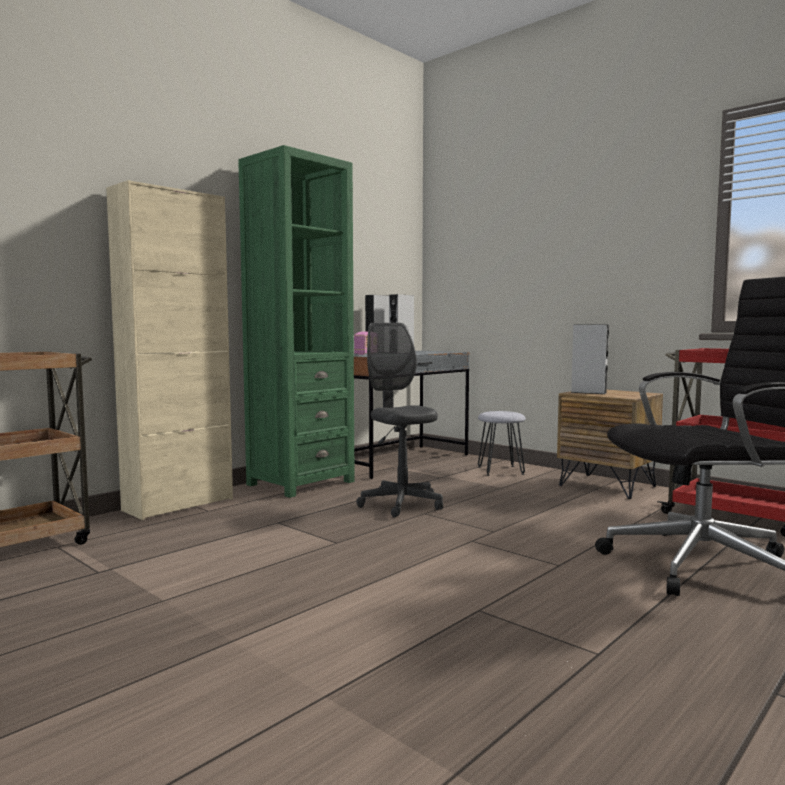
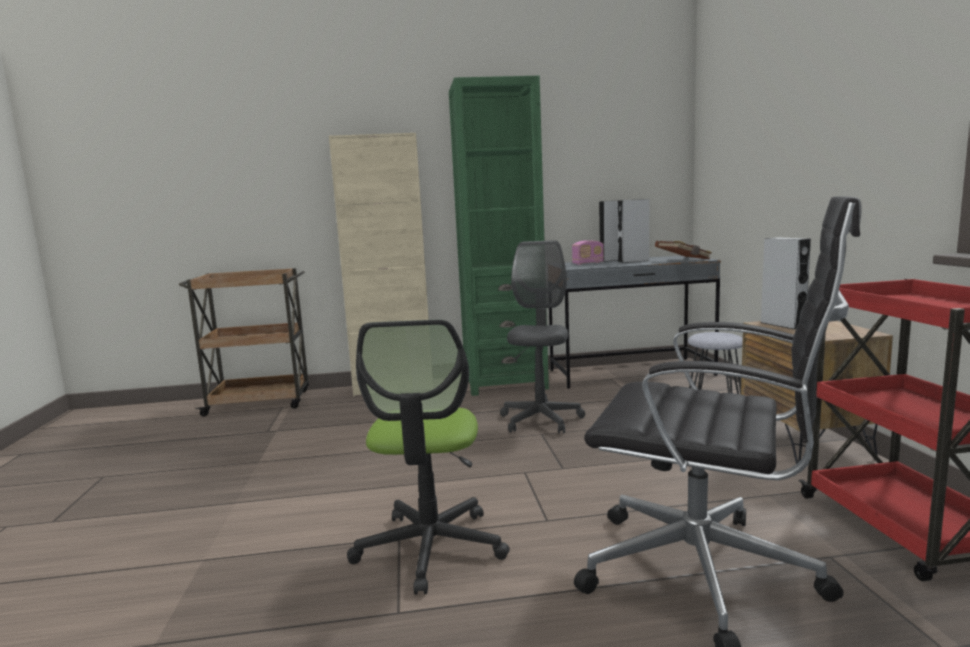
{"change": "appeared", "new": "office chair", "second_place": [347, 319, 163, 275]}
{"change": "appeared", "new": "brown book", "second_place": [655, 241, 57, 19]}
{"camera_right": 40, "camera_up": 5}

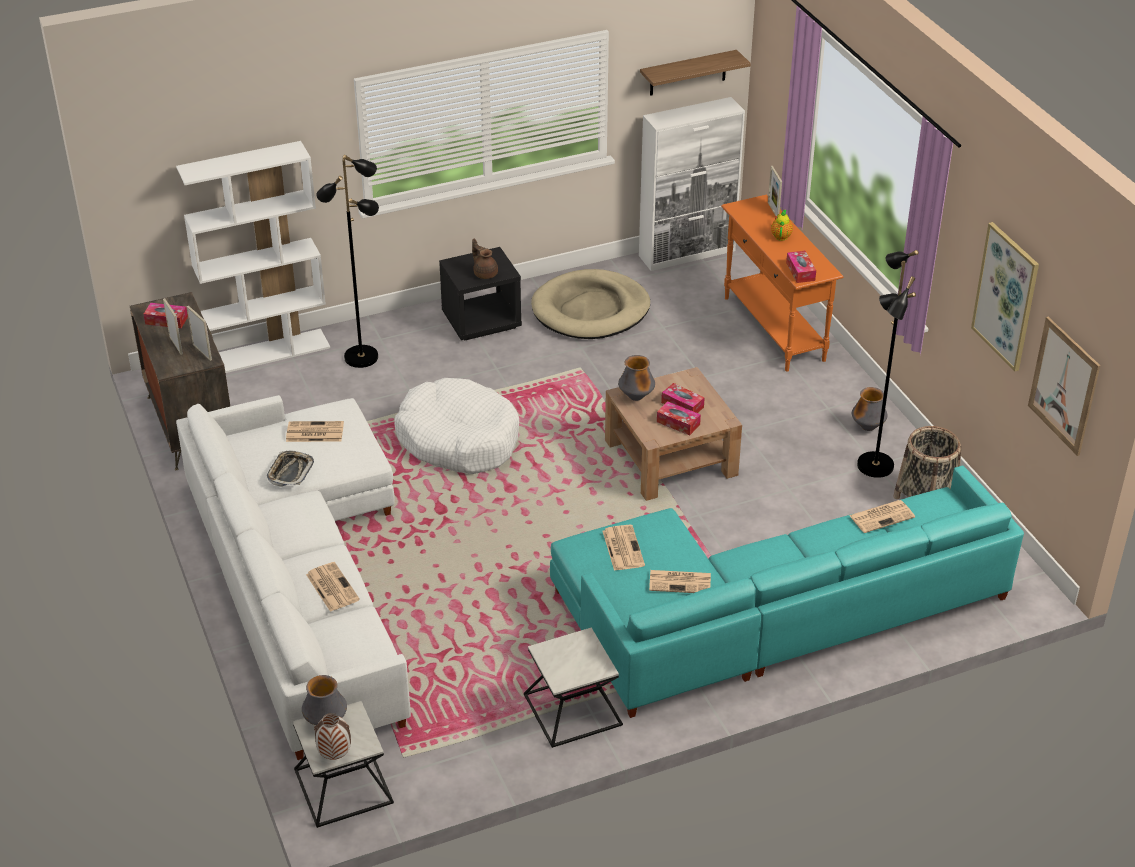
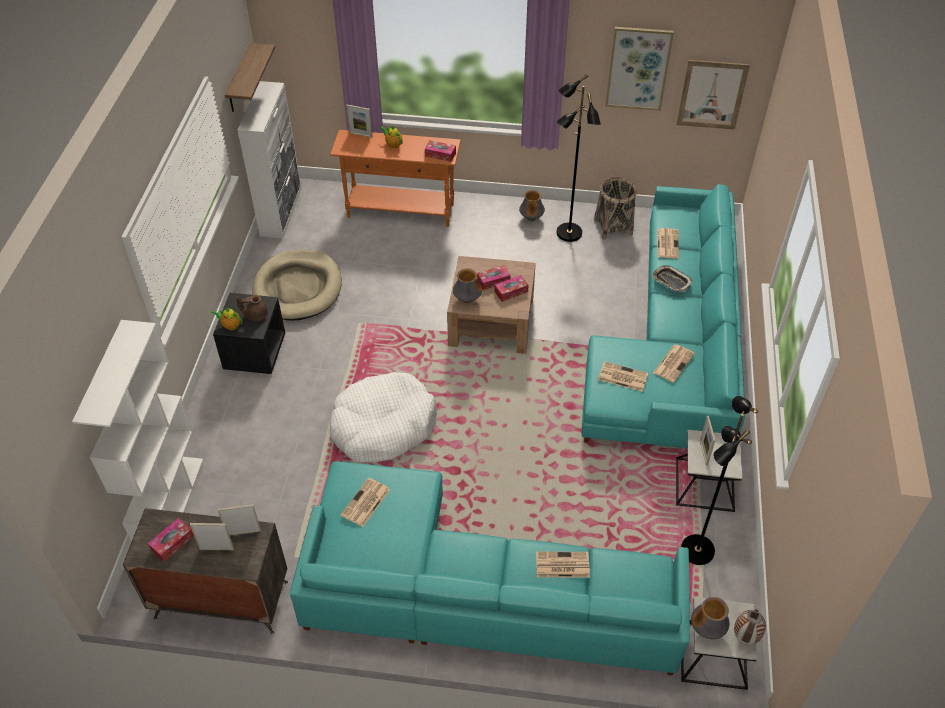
{"change": "colour", "old": "white sofa", "new": "turquoise sofa", "first_place": [176, 395, 235, 365], "second_place": [290, 461, 400, 214]}
{"change": "relocated", "old": "tray", "first_place": [267, 450, 47, 37], "second_place": [652, 265, 40, 27]}
{"change": "relocated", "old": "black floor lamp", "first_place": [316, 155, 63, 213], "second_place": [681, 396, 77, 169]}
{"change": "appeared", "new": "teapot", "second_place": [211, 308, 32, 22]}
{"change": "appeared", "new": "picture frame", "second_place": [700, 416, 16, 49]}
{"camera_right": -60, "camera_up": 10}

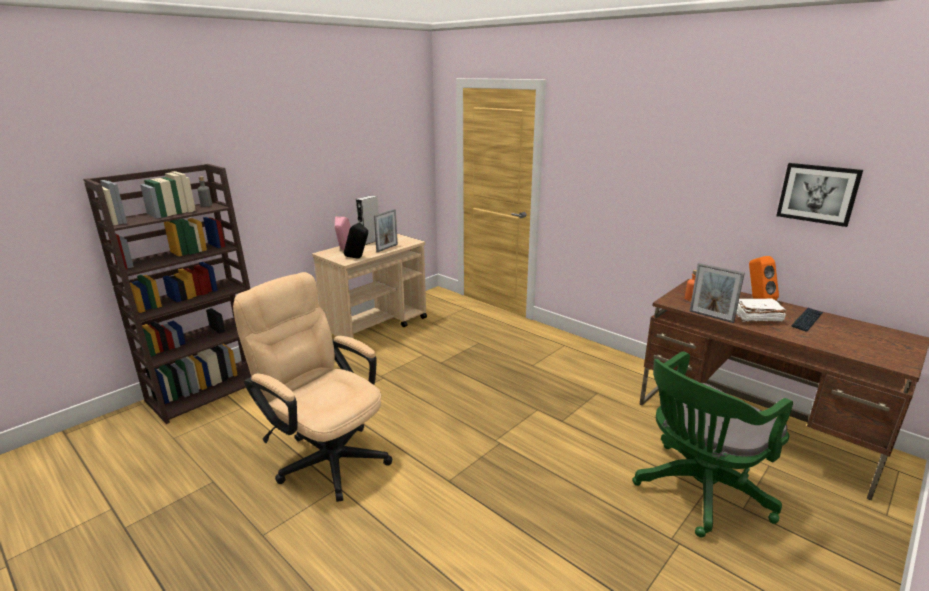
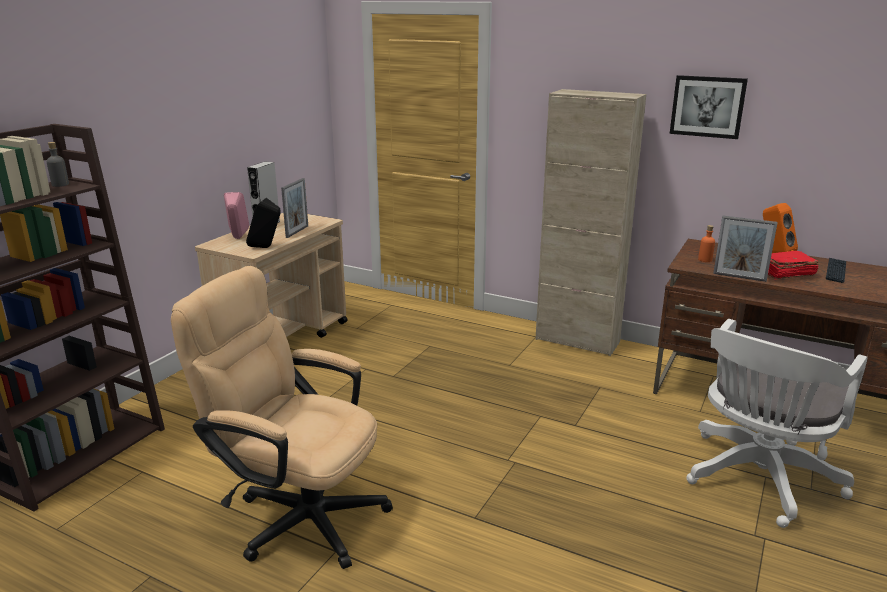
{"change": "colour", "old": "green office chair", "new": "white office chair", "first_place": [632, 351, 161, 186], "second_place": [686, 319, 182, 209]}
{"change": "colour", "old": "white book", "new": "red book", "first_place": [736, 299, 50, 23], "second_place": [768, 251, 51, 28]}
{"change": "relocated", "old": "picture", "first_place": [776, 163, 87, 64], "second_place": [670, 75, 78, 64]}
{"change": "appeared", "new": "beige cabinet", "second_place": [535, 89, 111, 267]}
{"camera_right": -15, "camera_up": 0}

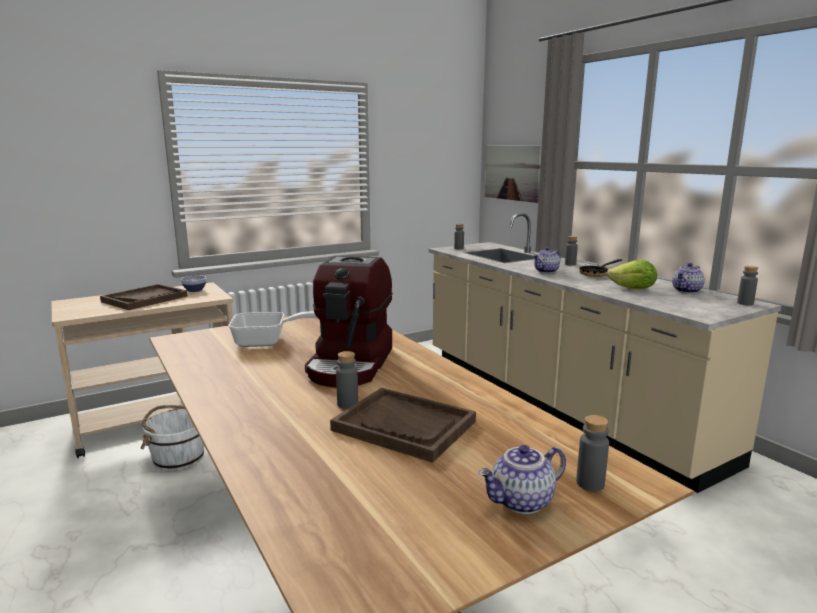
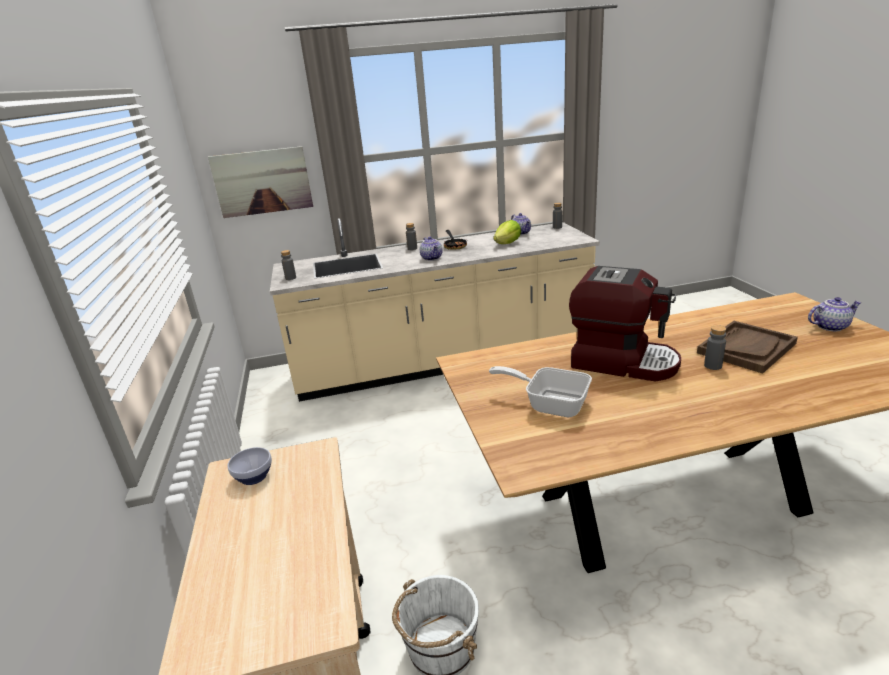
{"change": "missing", "old": "brown tray", "first_place": [100, 284, 88, 26]}
{"change": "spun", "old": "frying pan", "first_place": [228, 311, 90, 36], "second_place": [489, 366, 103, 51], "degrees": -75}
{"change": "spun", "old": "teapot", "first_place": [478, 445, 88, 69], "second_place": [808, 297, 54, 34], "degrees": -90}
{"change": "missing", "old": "grey bottle", "first_place": [576, 415, 33, 76]}
{"camera_right": -70, "camera_up": 10}

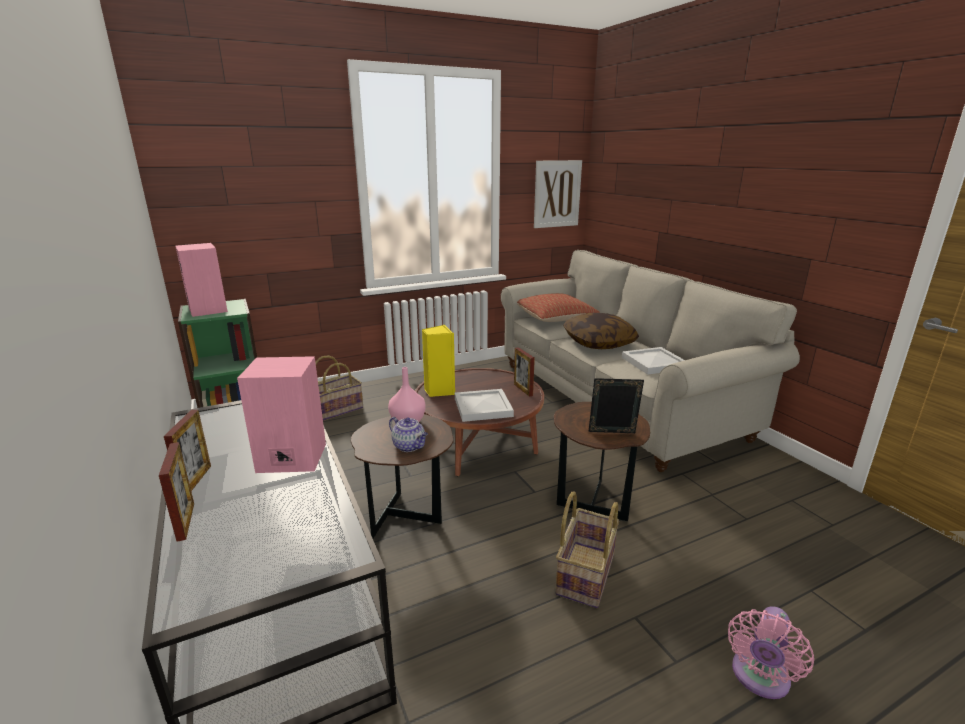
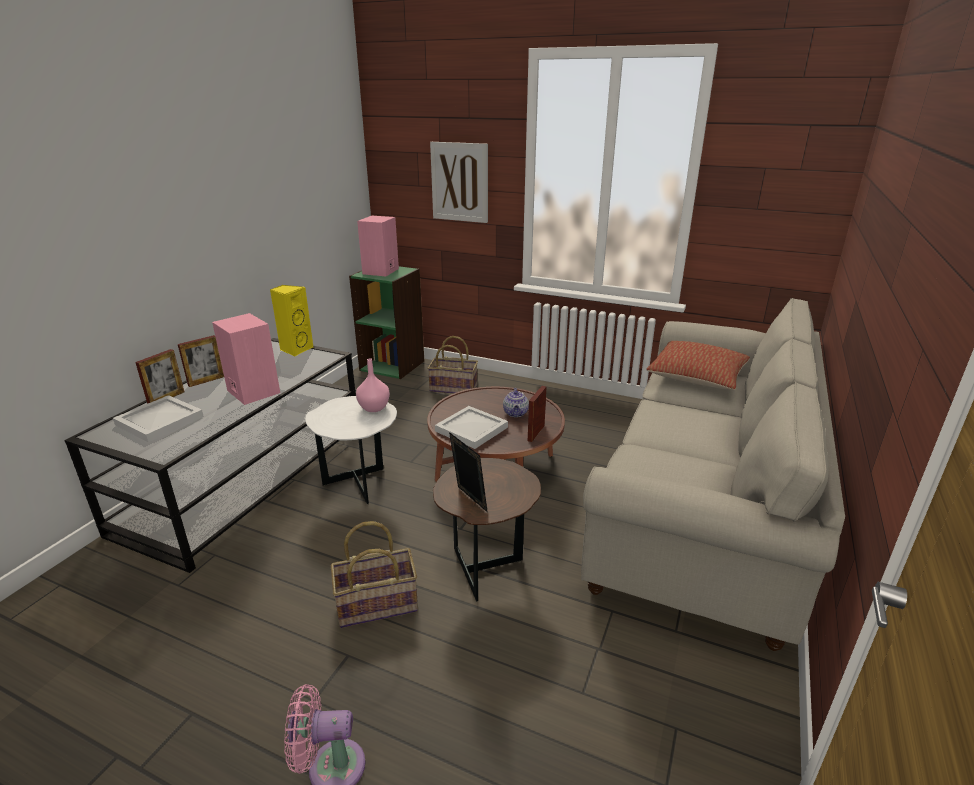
{"change": "colour", "old": "brown side table", "new": "white side table", "first_place": [351, 414, 103, 125], "second_place": [305, 396, 92, 108]}
{"change": "relocated", "old": "teapot", "first_place": [389, 417, 39, 35], "second_place": [503, 388, 26, 29]}
{"change": "relocated", "old": "yellow speaker", "first_place": [422, 325, 33, 72], "second_place": [270, 285, 44, 71]}
{"change": "relocated", "old": "picture", "first_place": [534, 160, 48, 68], "second_place": [430, 142, 58, 81]}
{"change": "missing", "old": "pillow", "first_place": [563, 313, 76, 36]}
{"change": "relocated", "old": "white tray", "first_place": [622, 347, 63, 28], "second_place": [113, 395, 91, 47]}
{"camera_right": 50, "camera_up": 5}

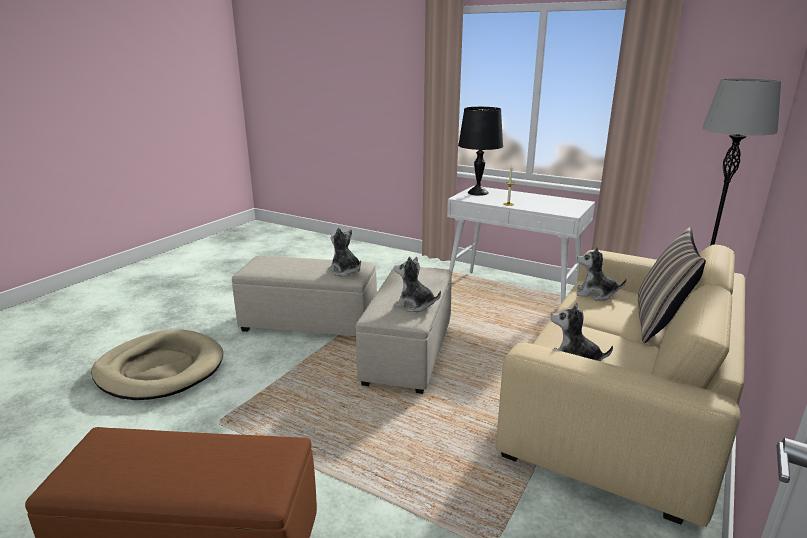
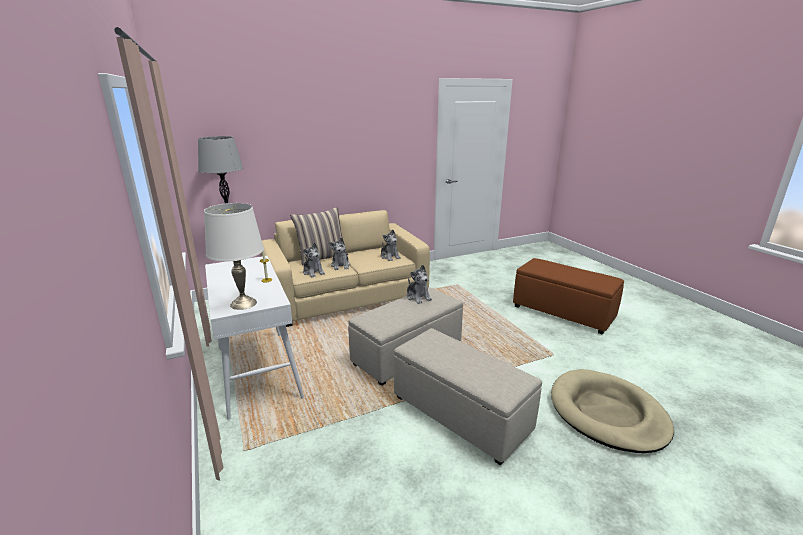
{"change": "relocated", "old": "plush toy", "first_place": [328, 227, 33, 50], "second_place": [329, 238, 22, 32]}
{"change": "colour", "old": "black table lamp", "new": "white table lamp", "first_place": [458, 107, 45, 89], "second_place": [204, 203, 60, 107]}
{"camera_right": -145, "camera_up": 0}

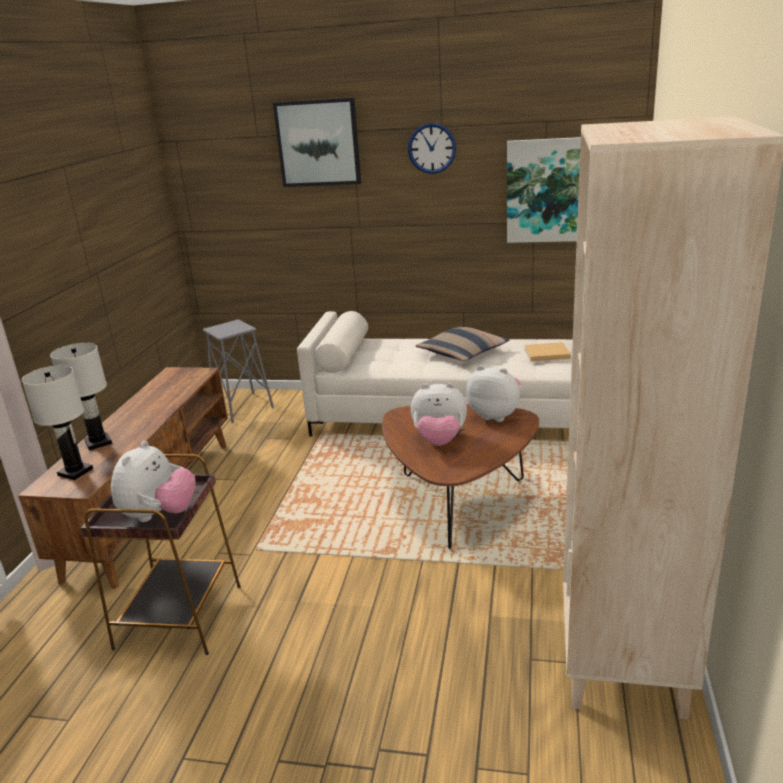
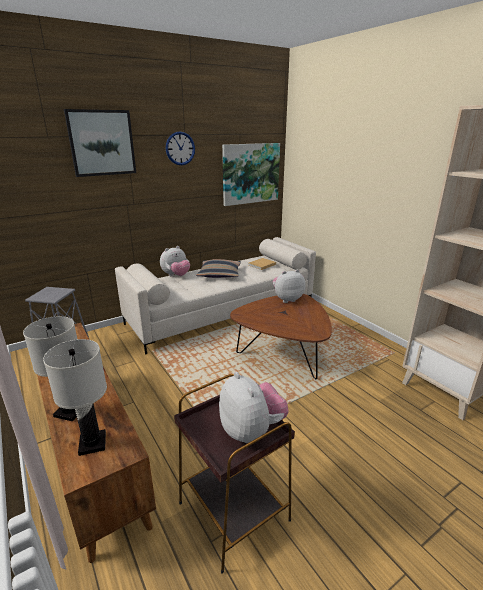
{"change": "relocated", "old": "plush toy", "first_place": [411, 383, 56, 63], "second_place": [160, 246, 30, 30]}
{"camera_right": -45, "camera_up": 0}

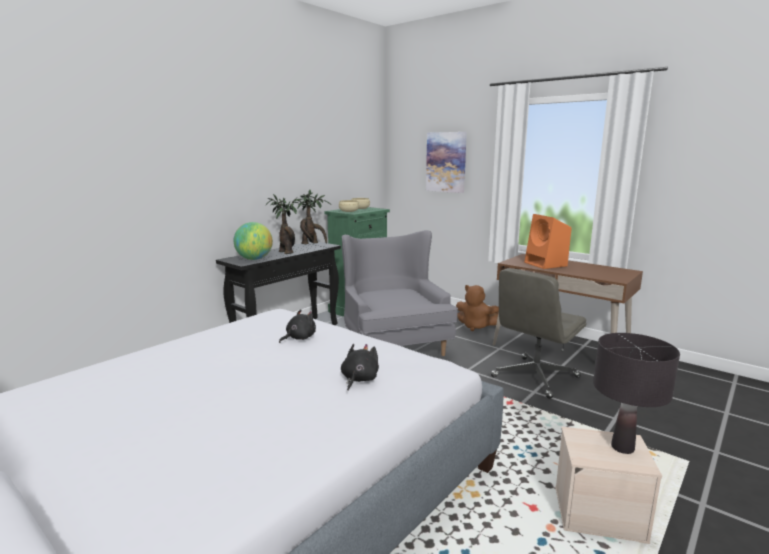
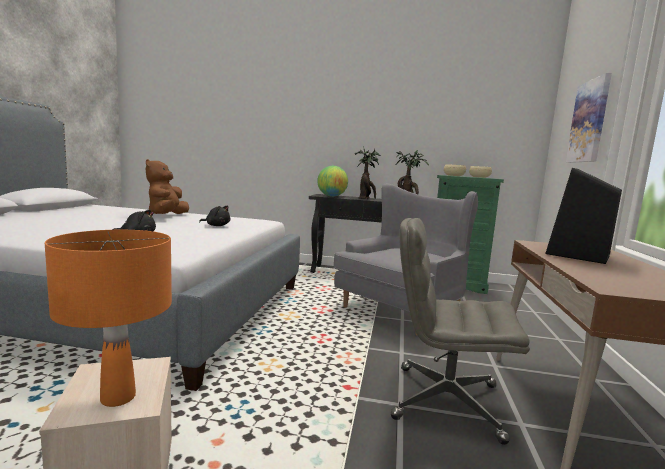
{"change": "relocated", "old": "brown plush toy", "first_place": [456, 285, 43, 46], "second_place": [146, 159, 43, 55]}
{"change": "colour", "old": "orange speaker", "new": "black speaker", "first_place": [524, 214, 48, 55], "second_place": [545, 168, 77, 96]}
{"change": "colour", "old": "black table lamp", "new": "orange table lamp", "first_place": [593, 333, 87, 121], "second_place": [45, 230, 127, 177]}
{"camera_right": 60, "camera_up": -5}

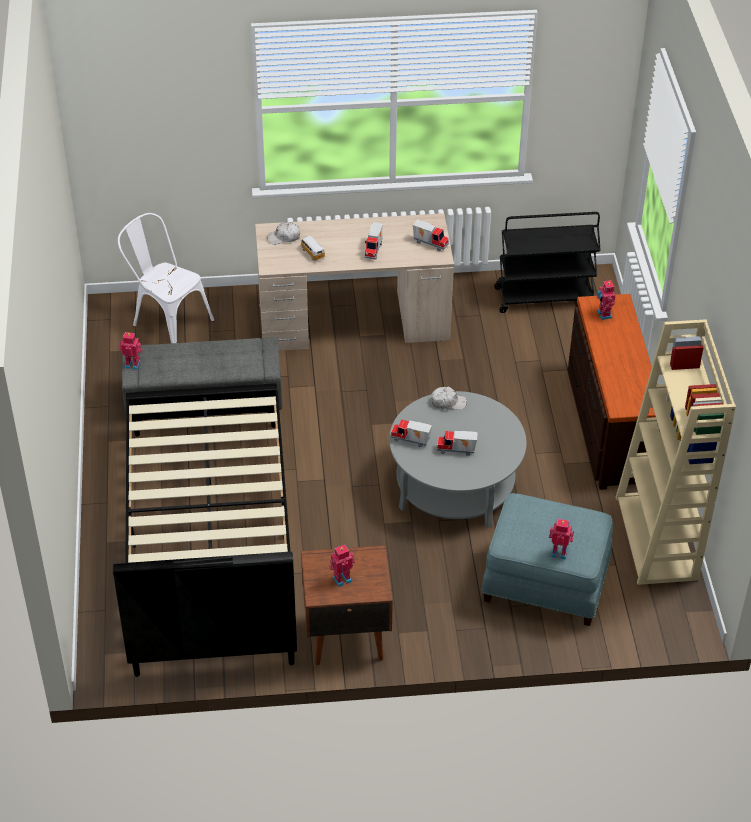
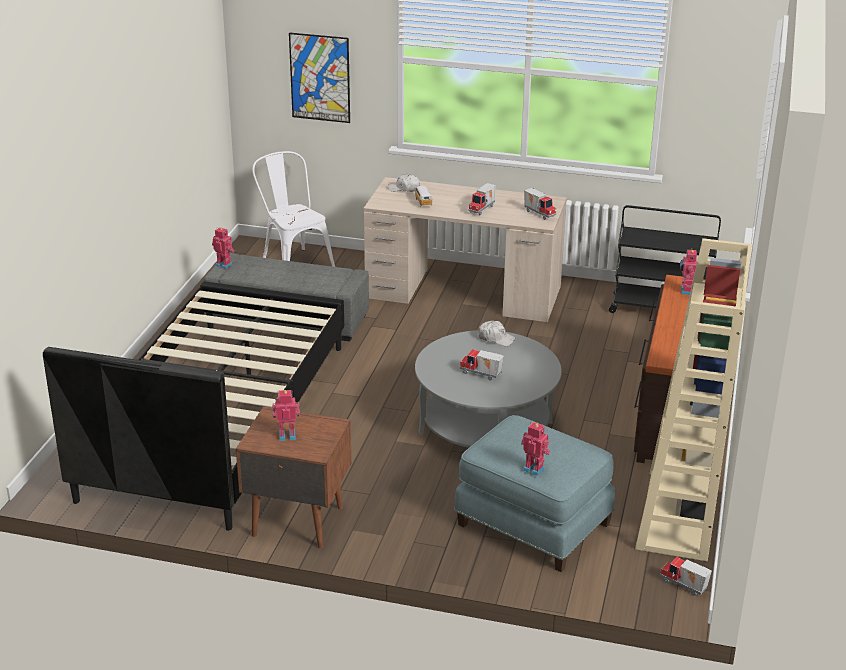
{"change": "relocated", "old": "toy truck", "first_place": [391, 419, 41, 28], "second_place": [660, 557, 52, 39]}
{"change": "appeared", "new": "picture", "second_place": [289, 32, 61, 91]}
{"camera_right": 20, "camera_up": -15}

